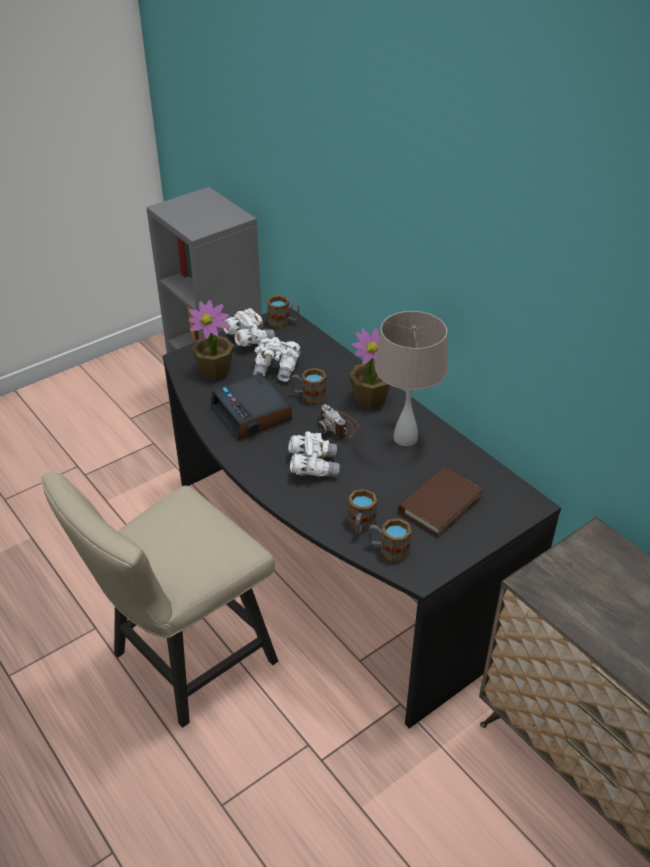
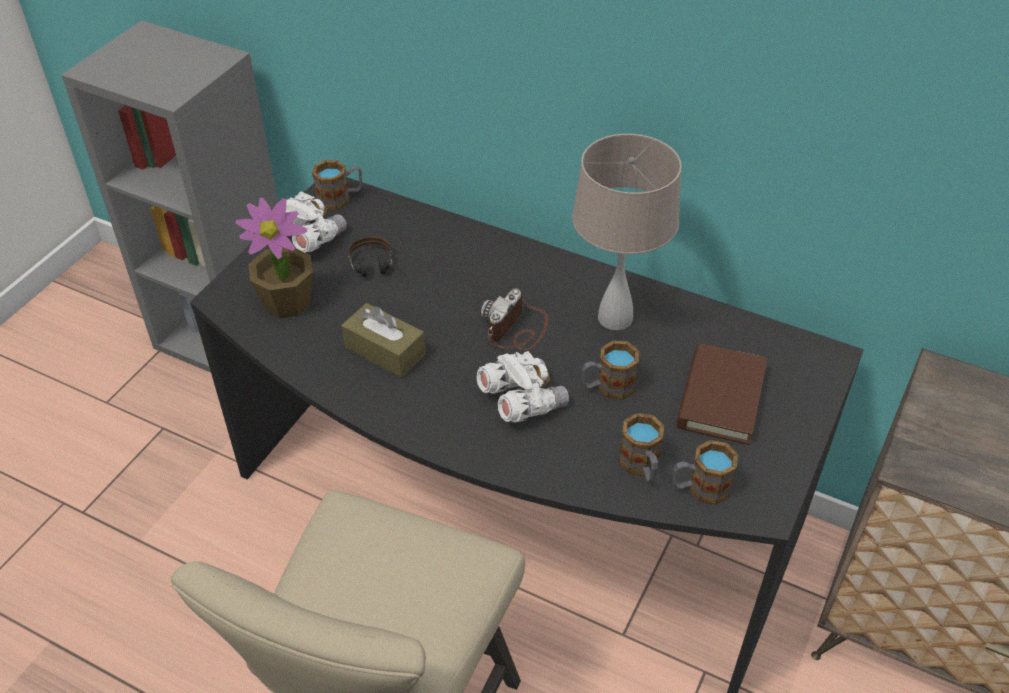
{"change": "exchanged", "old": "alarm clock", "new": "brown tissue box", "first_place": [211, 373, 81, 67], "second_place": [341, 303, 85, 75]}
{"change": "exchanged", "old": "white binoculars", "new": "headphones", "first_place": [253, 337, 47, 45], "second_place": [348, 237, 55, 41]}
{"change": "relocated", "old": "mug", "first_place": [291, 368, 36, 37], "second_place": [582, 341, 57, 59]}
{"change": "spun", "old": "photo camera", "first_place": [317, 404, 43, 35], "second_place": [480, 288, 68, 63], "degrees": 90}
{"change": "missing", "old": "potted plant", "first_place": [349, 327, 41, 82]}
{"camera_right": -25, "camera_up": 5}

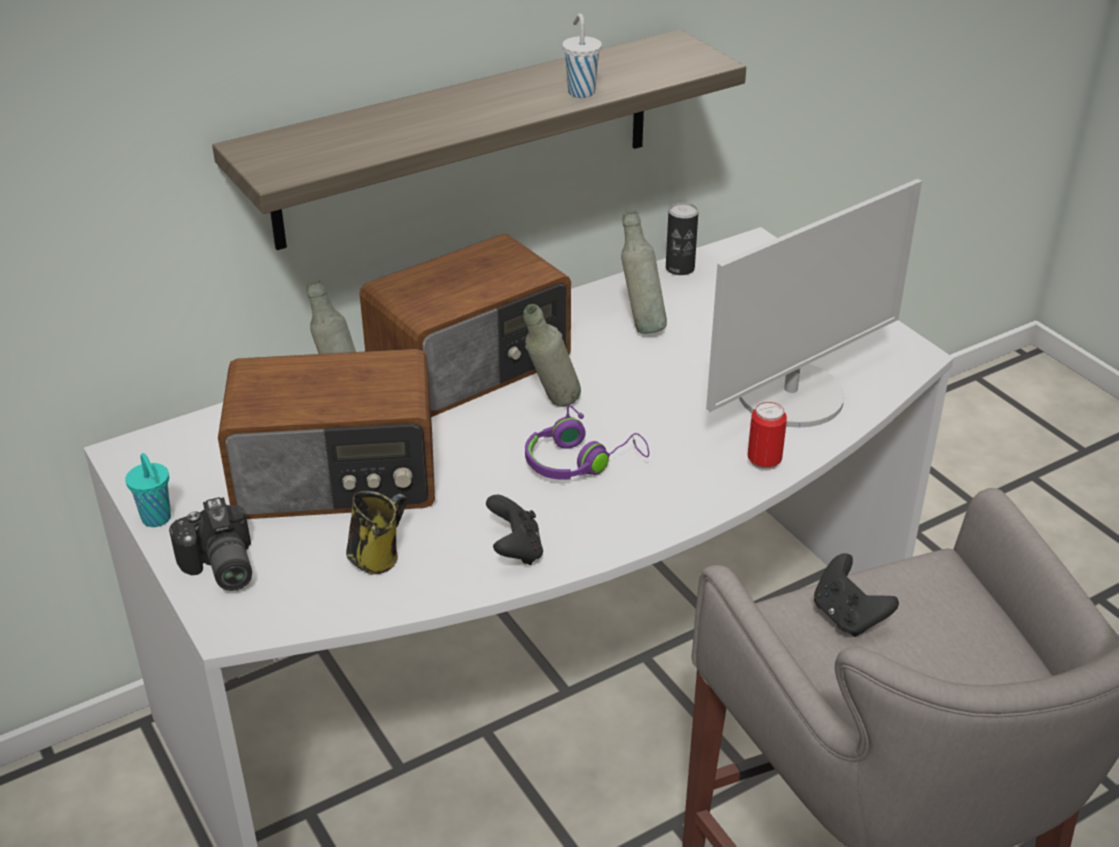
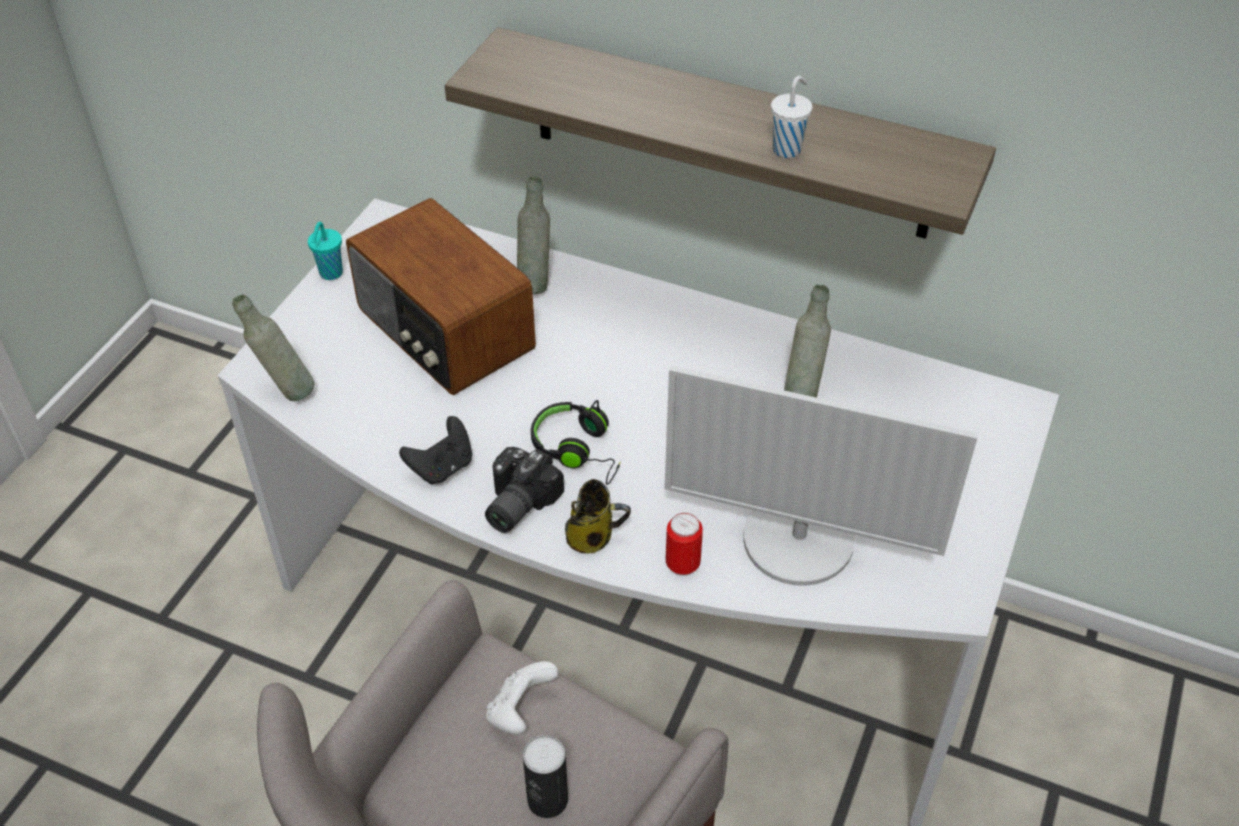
{"change": "relocated", "old": "photo camera", "first_place": [169, 497, 83, 94], "second_place": [485, 447, 79, 86]}
{"change": "relocated", "old": "mug", "first_place": [346, 491, 61, 83], "second_place": [565, 479, 66, 75]}
{"change": "missing", "old": "radio", "first_place": [360, 234, 211, 183]}
{"change": "relocated", "old": "grey bottle", "first_place": [524, 304, 57, 103], "second_place": [232, 294, 82, 107]}
{"change": "colour", "old": "purple headphones", "new": "black headphones", "first_place": [525, 405, 124, 75], "second_place": [531, 400, 90, 85]}
{"change": "relocated", "old": "can", "first_place": [666, 203, 32, 72], "second_place": [523, 735, 45, 83]}
{"change": "colour", "old": "black game controller", "new": "white game controller", "first_place": [814, 553, 85, 84], "second_place": [487, 661, 71, 74]}
{"camera_right": 55, "camera_up": 10}

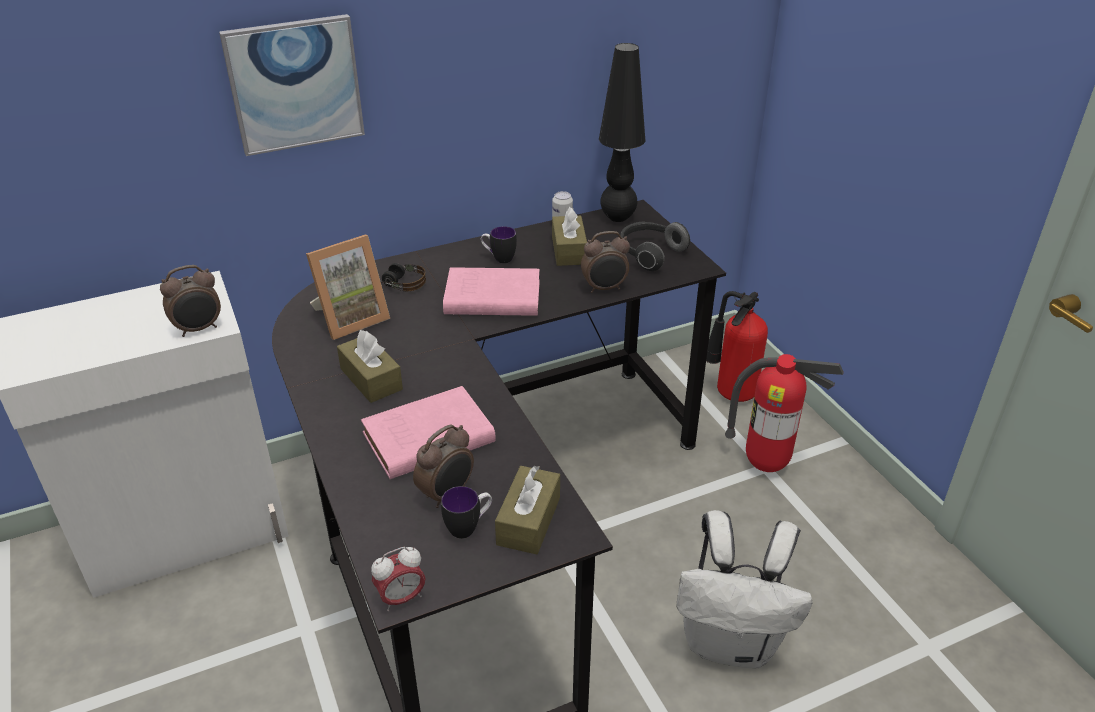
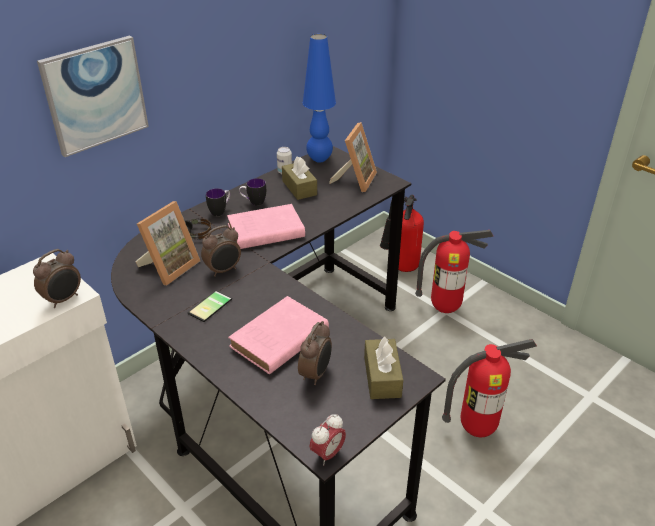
{"change": "exchanged", "old": "brown tissue box", "new": "phone", "first_place": [337, 330, 66, 73], "second_place": [188, 291, 44, 31]}
{"change": "relocated", "old": "mug", "first_place": [441, 486, 51, 53], "second_place": [206, 188, 24, 28]}
{"change": "relocated", "old": "alarm clock", "first_place": [581, 231, 49, 62], "second_place": [201, 225, 40, 52]}
{"change": "colour", "old": "black table lamp", "new": "blue table lamp", "first_place": [599, 43, 47, 179], "second_place": [303, 34, 33, 129]}
{"change": "exchanged", "old": "headphones", "new": "picture frame", "first_place": [620, 221, 70, 50], "second_place": [329, 122, 48, 70]}
{"change": "exchanged", "old": "white backpack", "new": "fire extinguisher", "first_place": [676, 510, 137, 159], "second_place": [442, 339, 95, 98]}
{"camera_right": -20, "camera_up": 0}

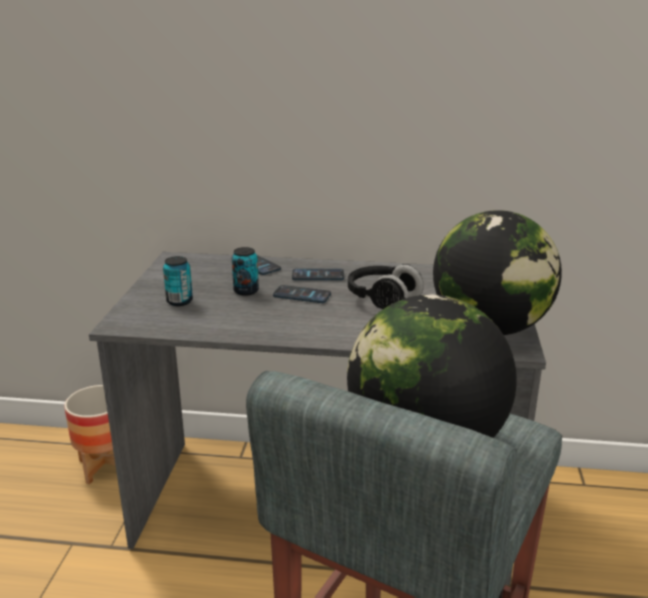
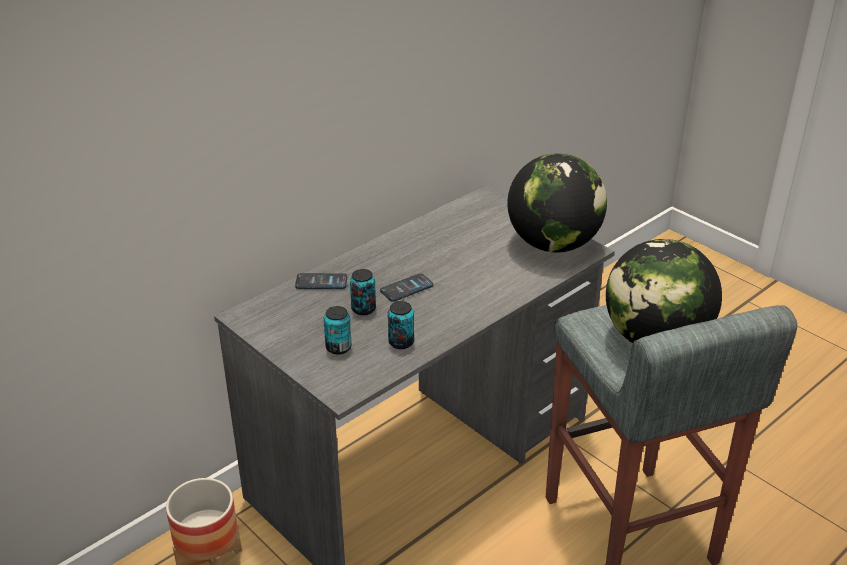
{"change": "missing", "old": "phone", "first_place": [292, 269, 52, 11]}
{"change": "missing", "old": "black headphones", "first_place": [348, 264, 76, 45]}
{"change": "appeared", "new": "can", "second_place": [388, 301, 26, 48]}
{"camera_right": -50, "camera_up": 10}

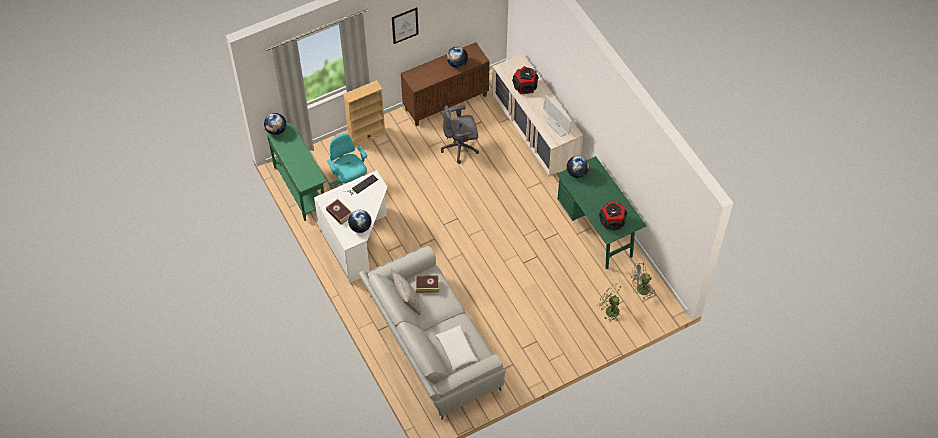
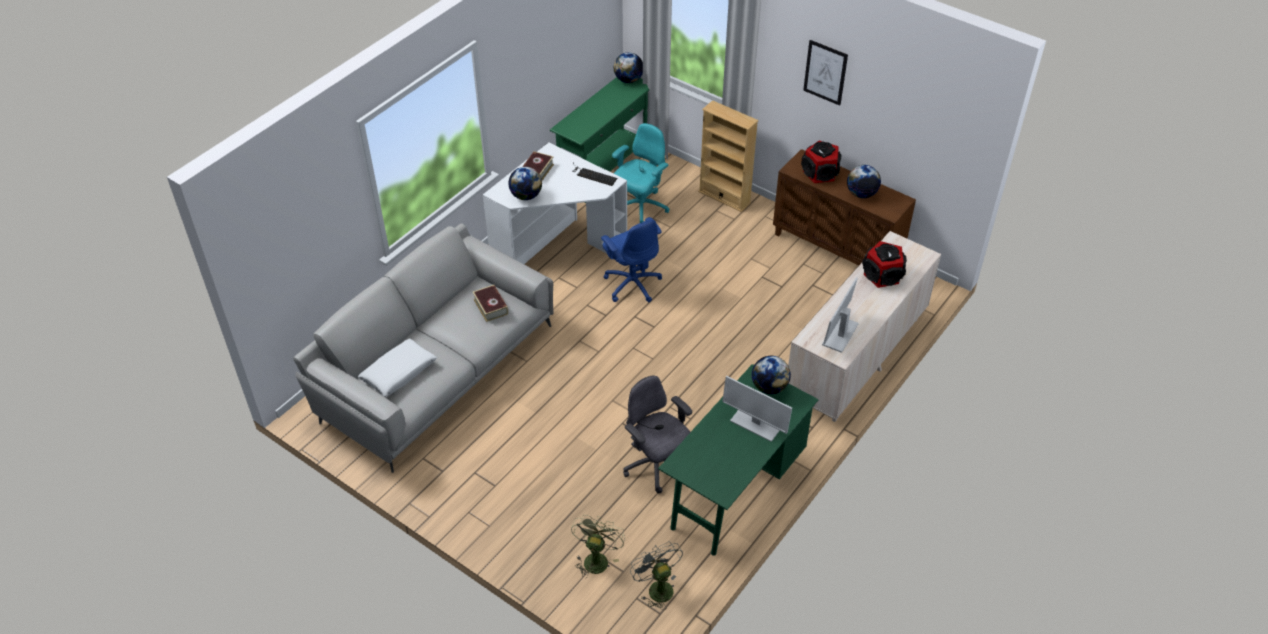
{"change": "missing", "old": "grey pillow", "first_place": [391, 269, 30, 46]}
{"change": "relocated", "old": "grey office chair", "first_place": [441, 105, 38, 59], "second_place": [624, 375, 68, 118]}
{"change": "relocated", "old": "speaker", "first_place": [599, 201, 28, 30], "second_place": [801, 141, 40, 42]}
{"change": "appeared", "new": "blue office chair", "second_place": [601, 217, 61, 85]}
{"change": "appeared", "new": "monitor", "second_place": [722, 376, 70, 66]}
{"camera_right": 65, "camera_up": -10}

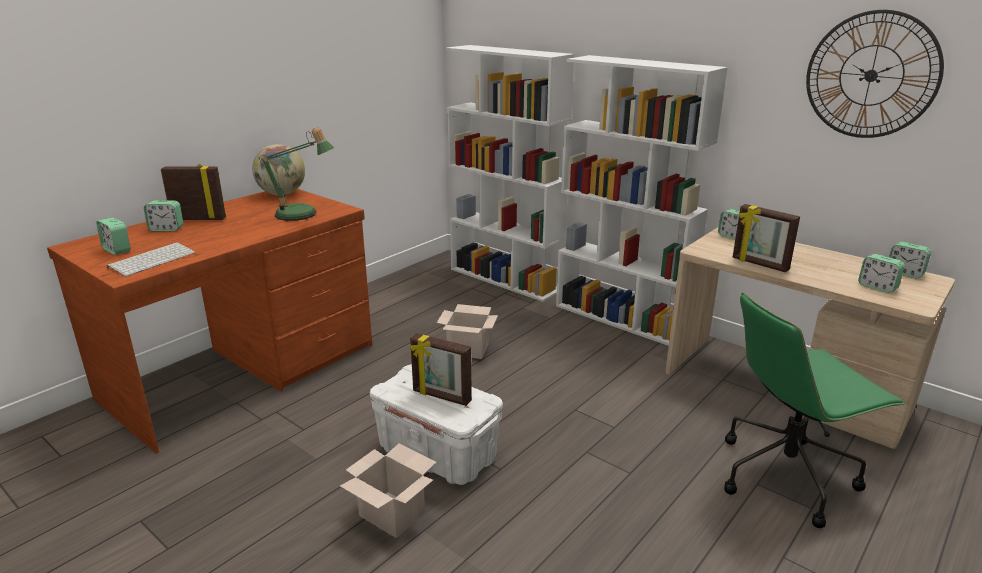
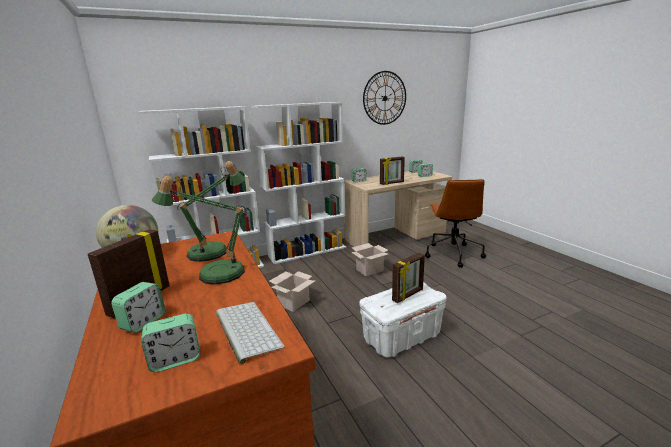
{"change": "relocated", "old": "cardboard box", "first_place": [340, 443, 96, 95], "second_place": [351, 243, 37, 33]}
{"change": "colour", "old": "green office chair", "new": "brown office chair", "first_place": [724, 293, 181, 235], "second_place": [425, 179, 61, 89]}
{"change": "appeared", "new": "table lamp", "second_place": [152, 176, 94, 109]}
{"camera_right": -65, "camera_up": -5}

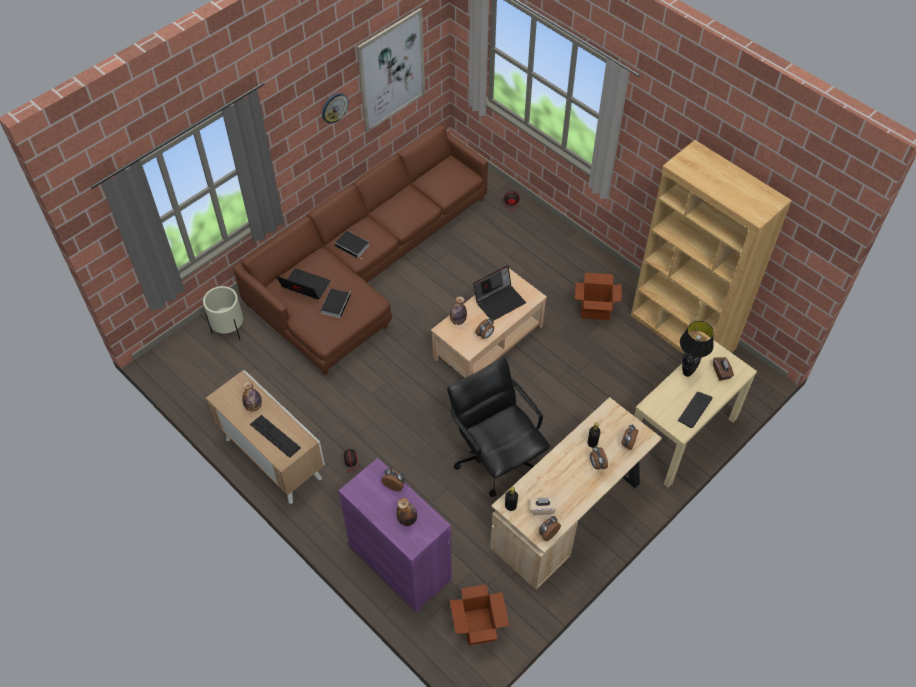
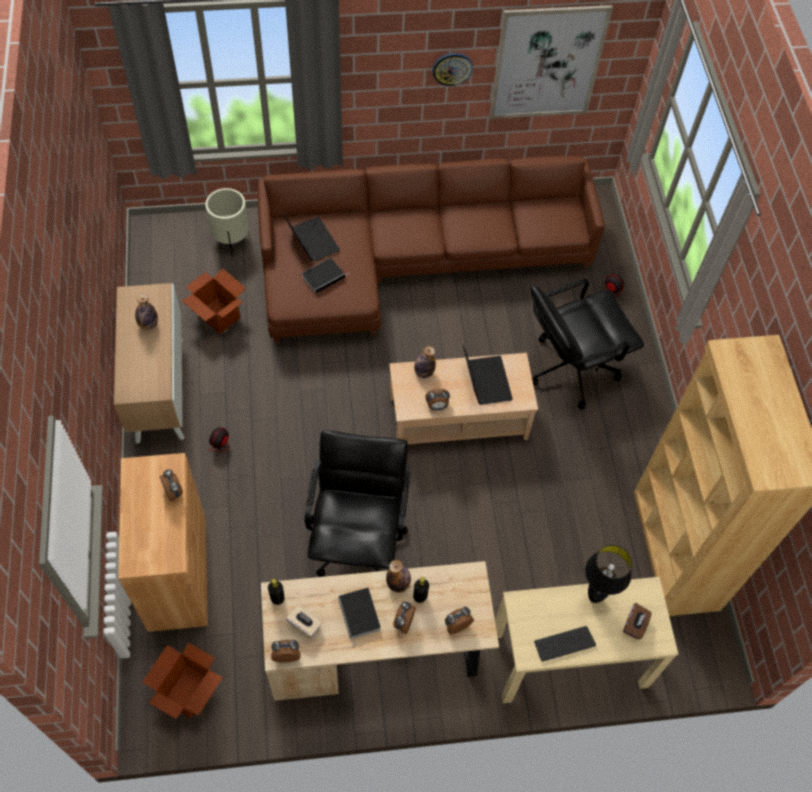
{"change": "missing", "old": "keyboard", "first_place": [250, 415, 51, 43]}
{"change": "relocated", "old": "book", "first_place": [335, 231, 34, 29], "second_place": [338, 588, 43, 58]}
{"change": "colour", "old": "purple cabinet", "new": "brown cabinet", "first_place": [339, 458, 113, 154], "second_place": [118, 453, 90, 179]}
{"change": "relocated", "old": "bottle", "first_place": [396, 498, 22, 28], "second_place": [386, 560, 25, 33]}
{"change": "spun", "old": "laptop", "first_place": [473, 265, 53, 56], "second_place": [462, 344, 51, 61], "degrees": -105}
{"change": "relocated", "old": "cardboard box", "first_place": [575, 273, 47, 47], "second_place": [182, 268, 64, 66]}
{"change": "appeared", "new": "black office chair", "second_place": [530, 278, 114, 131]}
{"camera_right": 35, "camera_up": 5}

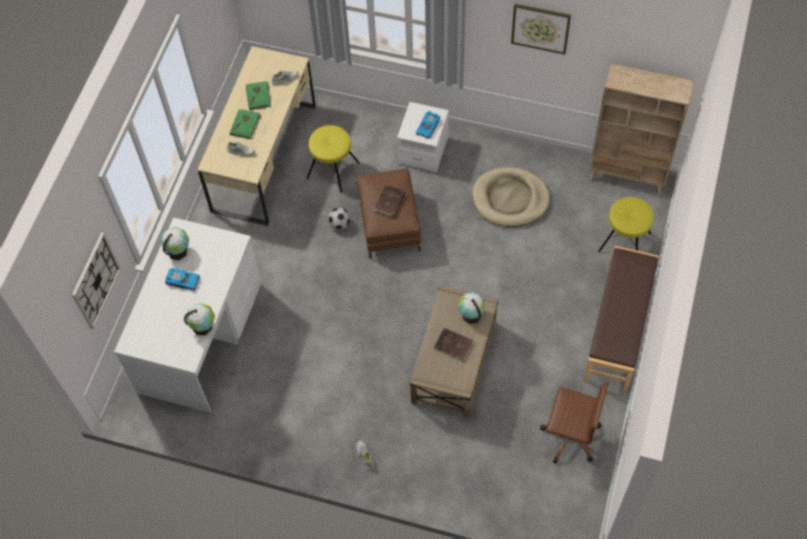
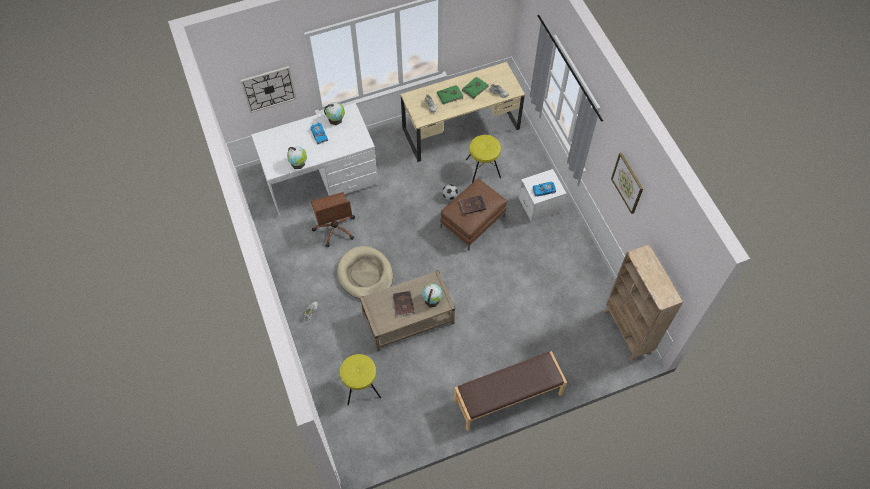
{"change": "relocated", "old": "beige dog bed", "first_place": [472, 167, 78, 60], "second_place": [337, 246, 56, 53]}
{"change": "relocated", "old": "brown office chair", "first_place": [540, 383, 69, 81], "second_place": [311, 192, 44, 55]}
{"change": "relocated", "old": "yellow stool", "first_place": [598, 197, 56, 55], "second_place": [340, 354, 41, 52]}
{"camera_right": 50, "camera_up": 0}

